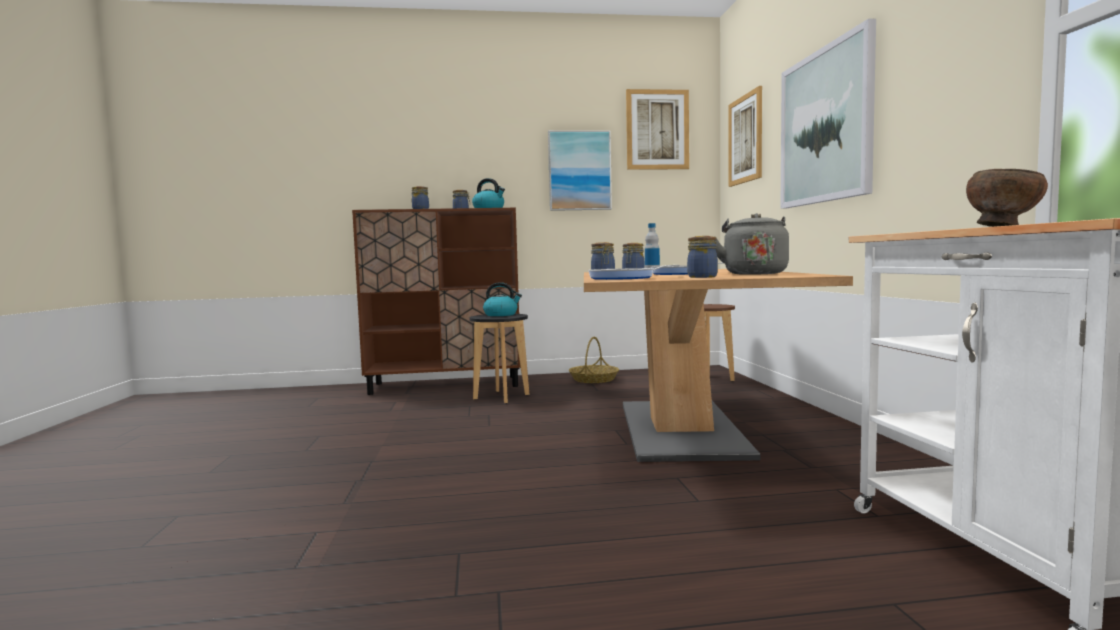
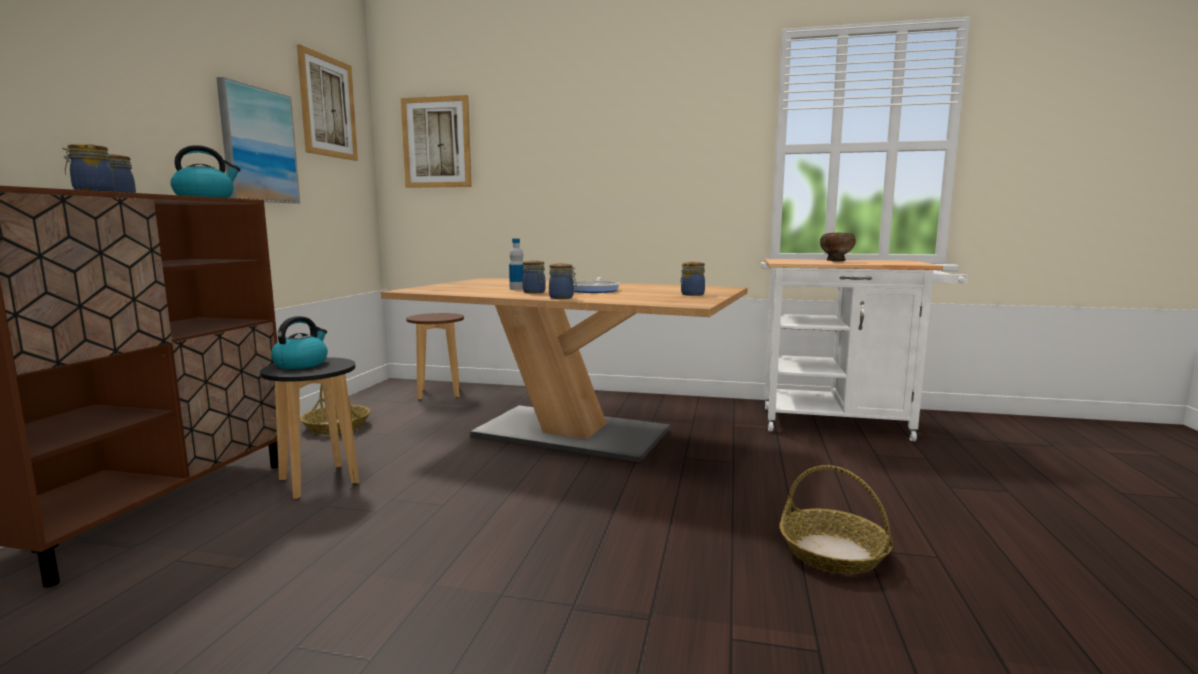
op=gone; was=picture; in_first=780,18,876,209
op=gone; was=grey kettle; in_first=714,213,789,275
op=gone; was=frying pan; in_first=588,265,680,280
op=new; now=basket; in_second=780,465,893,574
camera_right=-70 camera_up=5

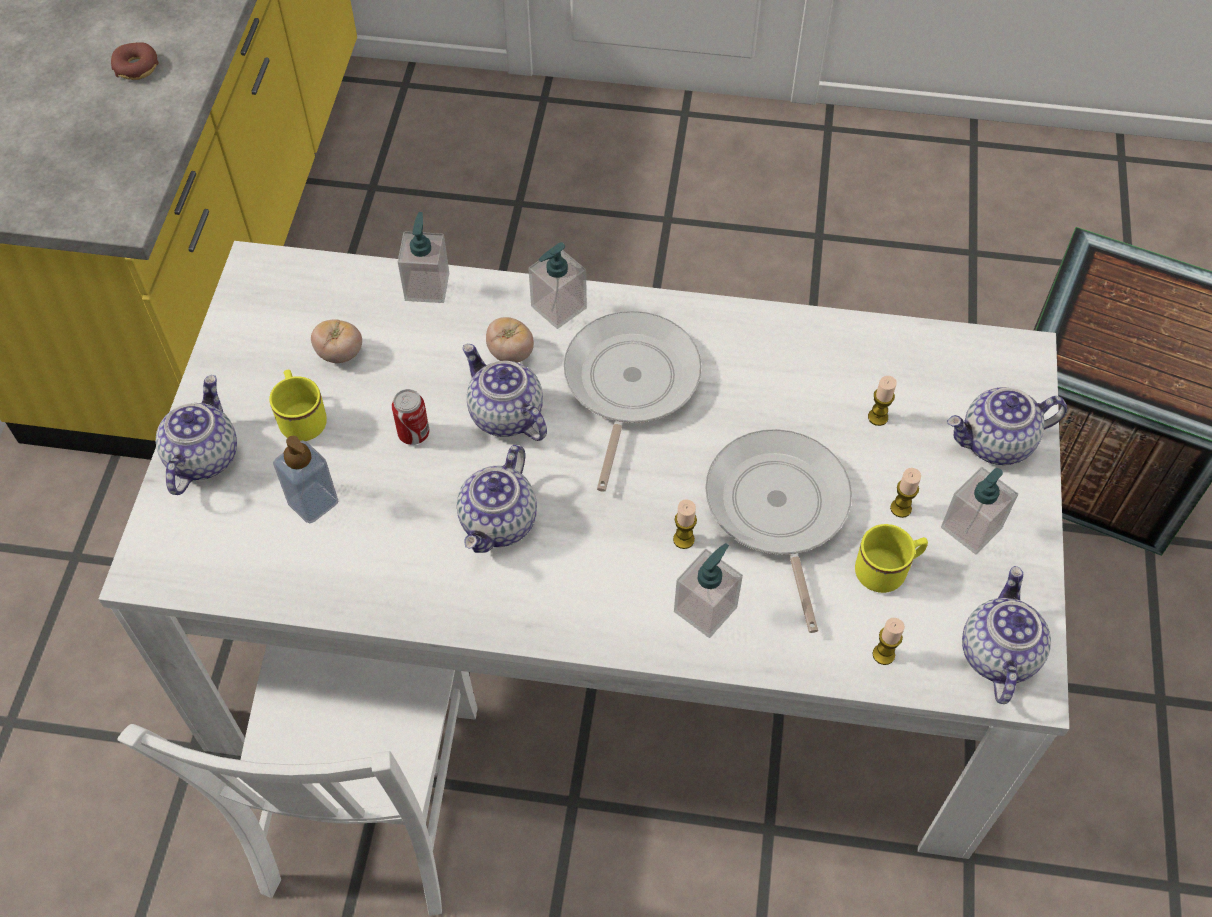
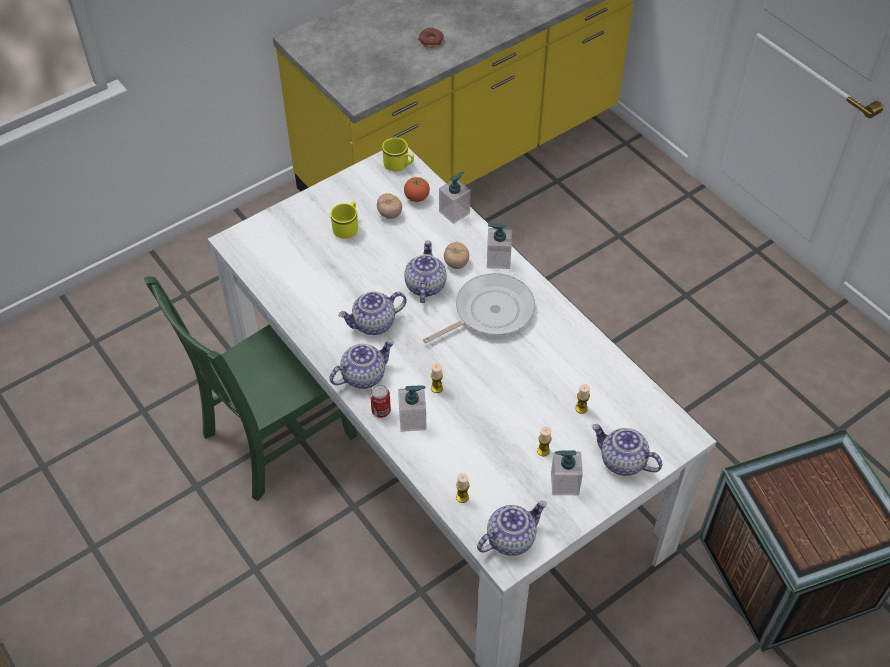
op=shifted; was=teapot; in_first=156,375,237,495; in_second=329,340,394,389
op=shifted; was=can; in_first=392,389,430,445; in_second=370,385,391,418
op=gone; was=frying pan; in_first=705,429,852,633
op=gone; was=soap dispenser; in_first=273,436,338,523
op=shifted; was=yellow mug; in_first=855,524,928,593; in_second=382,138,414,171
op=repainted; was=white chair; now=green chair; in_first=118,645,478,916; in_second=144,276,357,501
op=new; now=tomato; in_second=404,177,430,202
camera_right=45 camera_up=-5

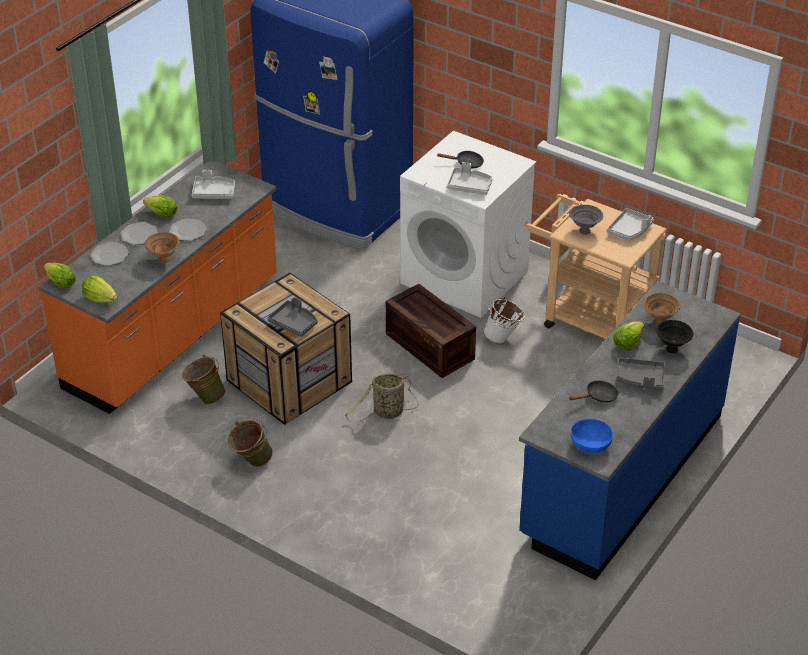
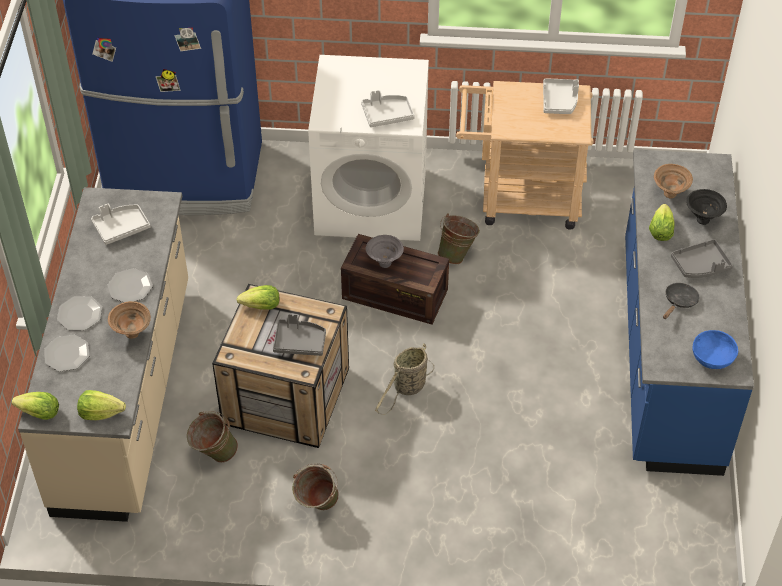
op=gone; was=black frying pan; in_first=437,151,484,168
op=repainted; was=orange counter; now=beige counter; in_first=39,159,277,414; in_second=18,187,188,522
op=shifted; was=lettuce; in_first=143,195,177,218; in_second=237,285,279,310
op=shifted; was=grey bowl; in_first=569,205,603,235; in_second=366,235,404,268
op=repainted; was=white bucket; now=green bucket; in_first=483,297,524,344; in_second=437,213,480,265
camera_right=-30 camera_up=10

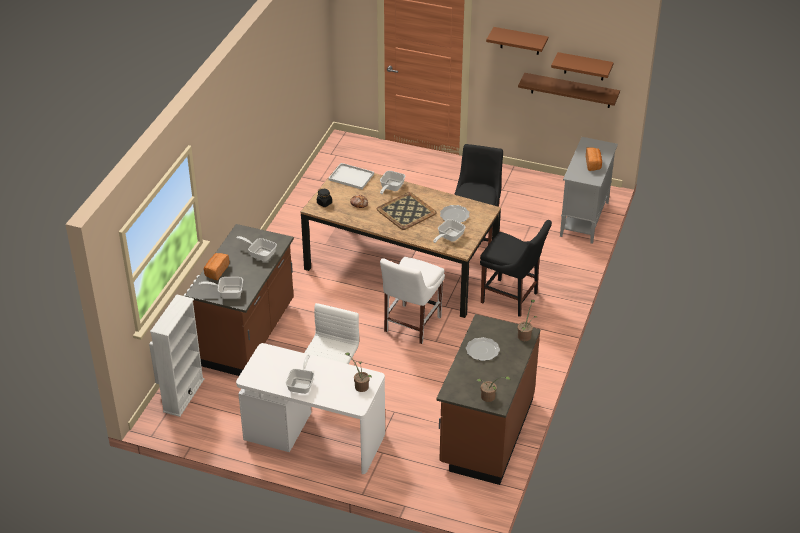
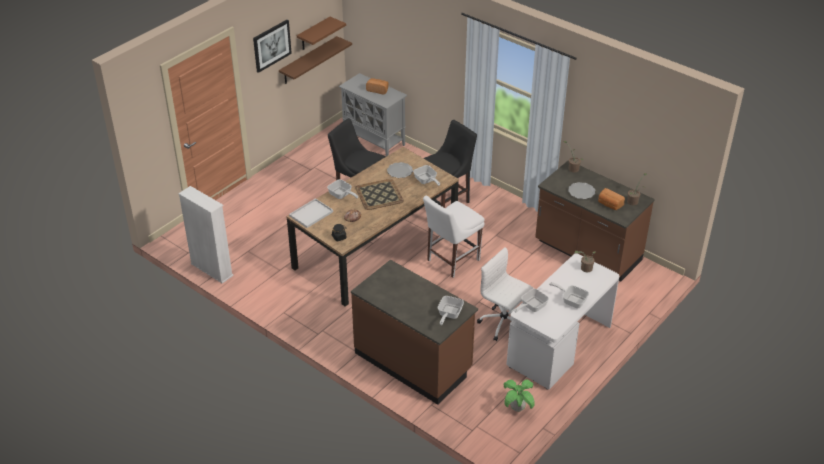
op=swapped; was=brown shelf; now=picture; in_first=486,27,548,55; in_second=253,20,292,73
op=shifted; was=frying pan; in_first=236,236,277,261; in_second=514,289,549,312
op=shifted; was=bread; in_first=204,253,229,280; in_second=598,188,625,210
op=rotated; was=white chair; in_first=380,257,445,344; in_second=423,196,485,278; clockwise=90
op=shifted; was=white bookcase; in_first=150,294,204,417; in_second=178,186,234,284
op=new; now=potted plant; in_second=504,380,535,412
camera_right=-70 camera_up=0

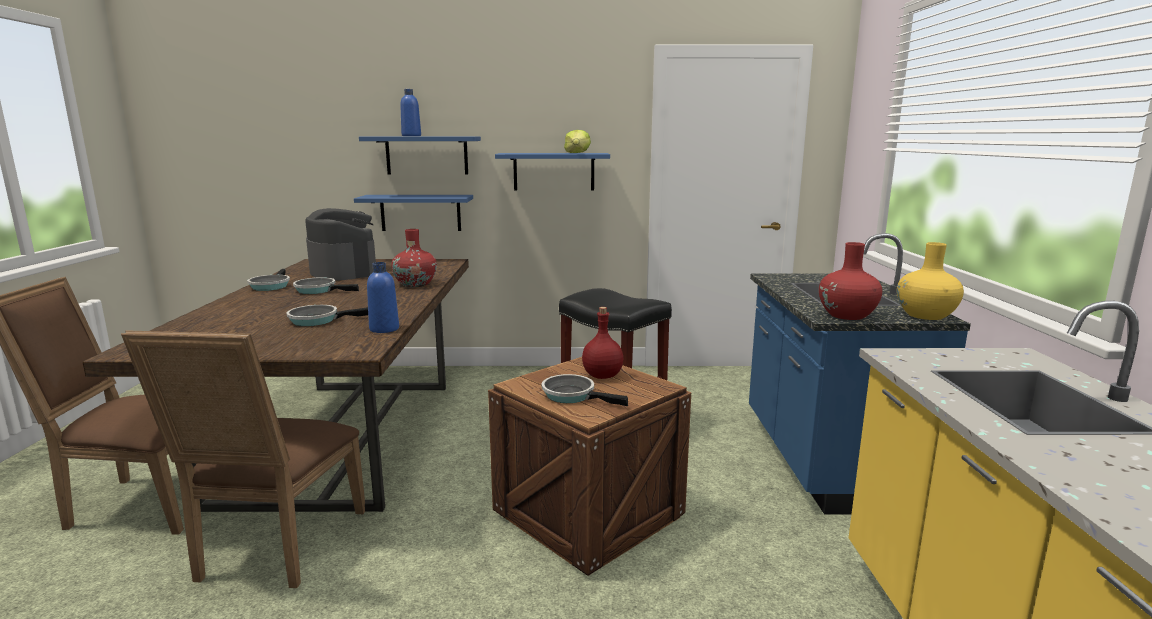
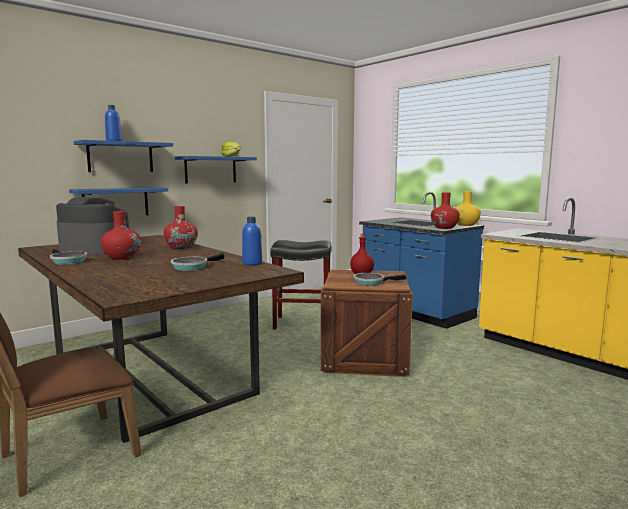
op=swapped; was=frying pan; now=red vase; in_first=293,277,359,294; in_second=101,211,141,260
op=gone; was=brown chair; in_first=121,330,365,588
camera_right=-40 camera_up=-5

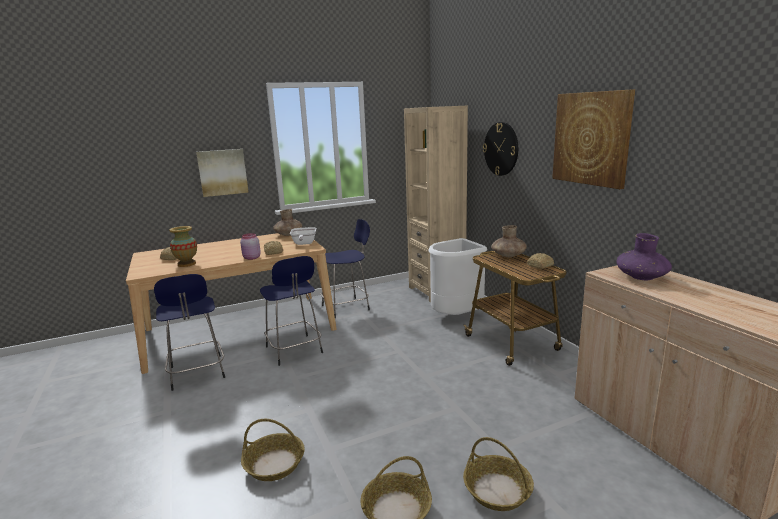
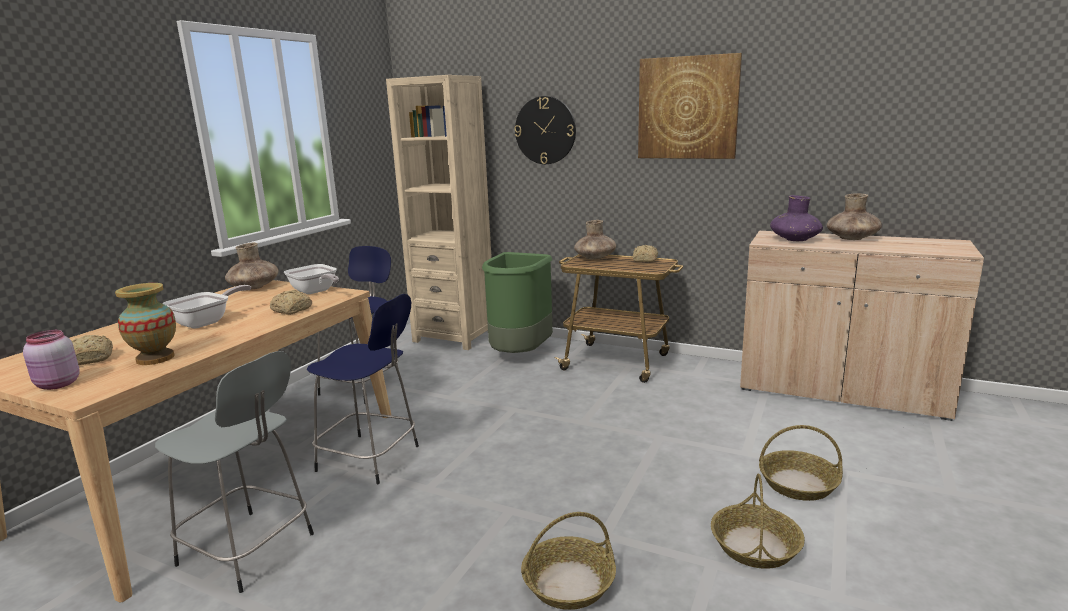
op=gone; was=picture; in_first=196,149,249,197
op=shifted; was=pink jar; in_first=240,233,261,260; in_second=23,330,80,390
op=repainted; was=white trash can; now=green trash can; in_first=428,238,487,315; in_second=482,252,553,353
op=repainted; was=blue stool; now=grey stool; in_first=154,274,225,391; in_second=155,351,314,593
op=new; now=brown vase; in_second=827,193,882,240
op=new; now=frying pan; in_second=162,285,251,329
camera_right=-40 camera_up=0

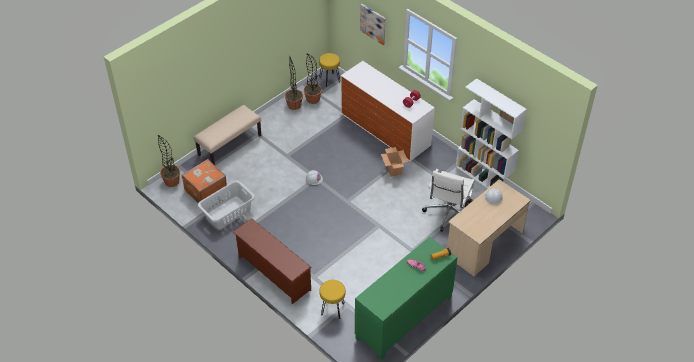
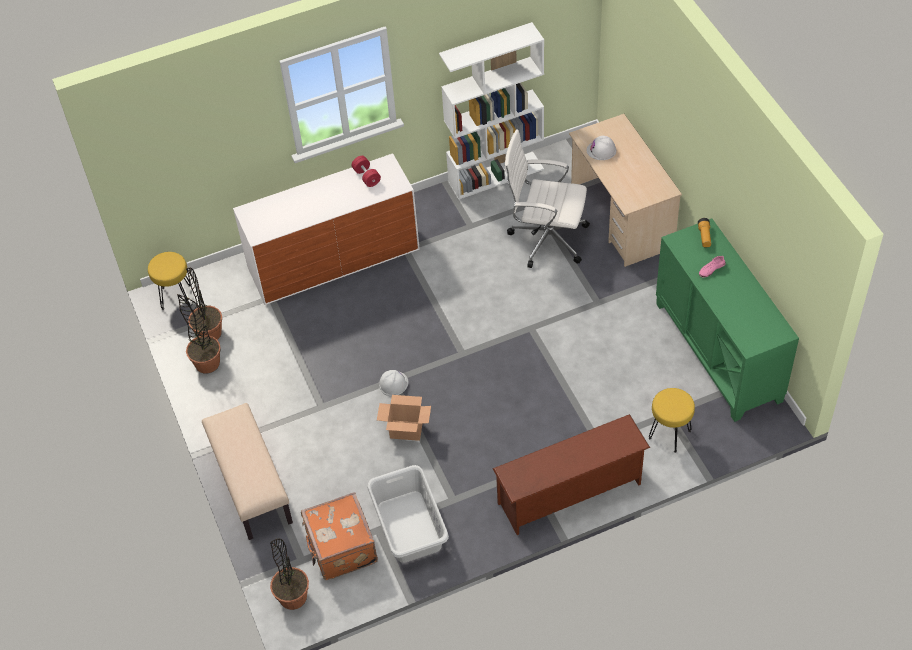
op=gone; was=picture; in_first=360,4,386,45
op=shifted; was=cardboard box; in_first=381,147,408,177; in_second=377,395,431,441
op=rotated; was=white office chair; in_first=422,169,475,231; in_second=504,129,590,268; clockwise=150
camera_right=-65 camera_up=5

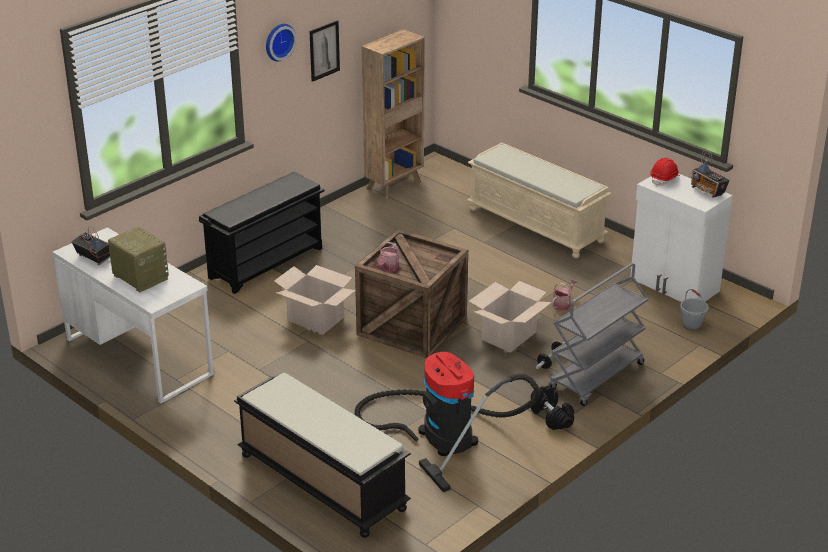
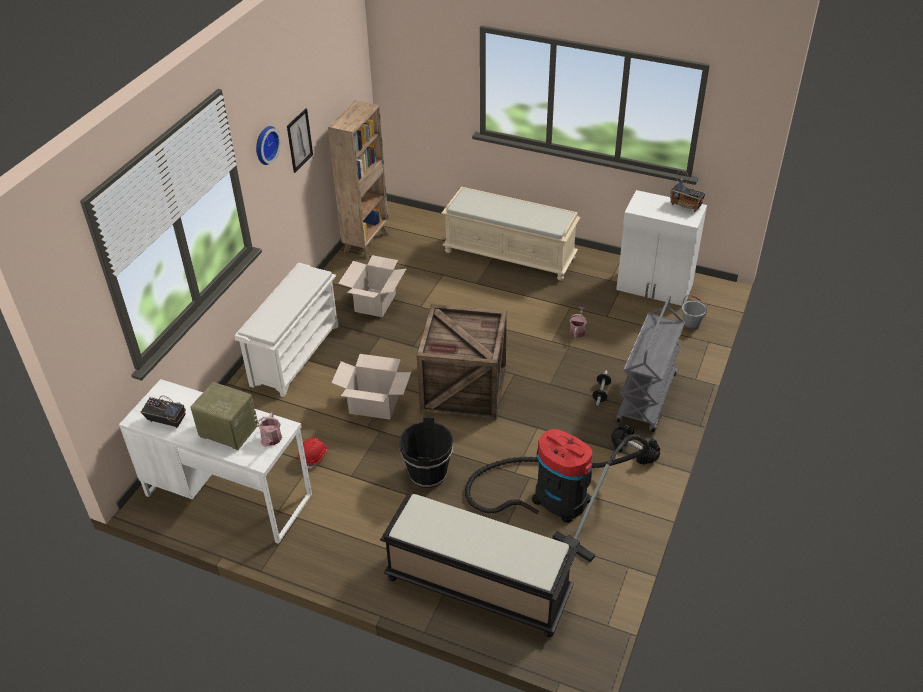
op=shifted; was=red hard hat; in_first=650,158,680,186; in_second=298,438,328,469
op=repainted; was=black shoe rack; now=white shoe rack; in_first=199,172,325,294; in_second=235,263,338,397
op=shifted; was=watering can; in_first=377,242,400,271; in_second=257,412,282,447
op=shifted; was=cardboard box; in_first=469,281,552,352; in_second=338,255,406,317
op=new; now=black bucket; in_second=399,417,453,488
camera_right=-20 camera_up=10

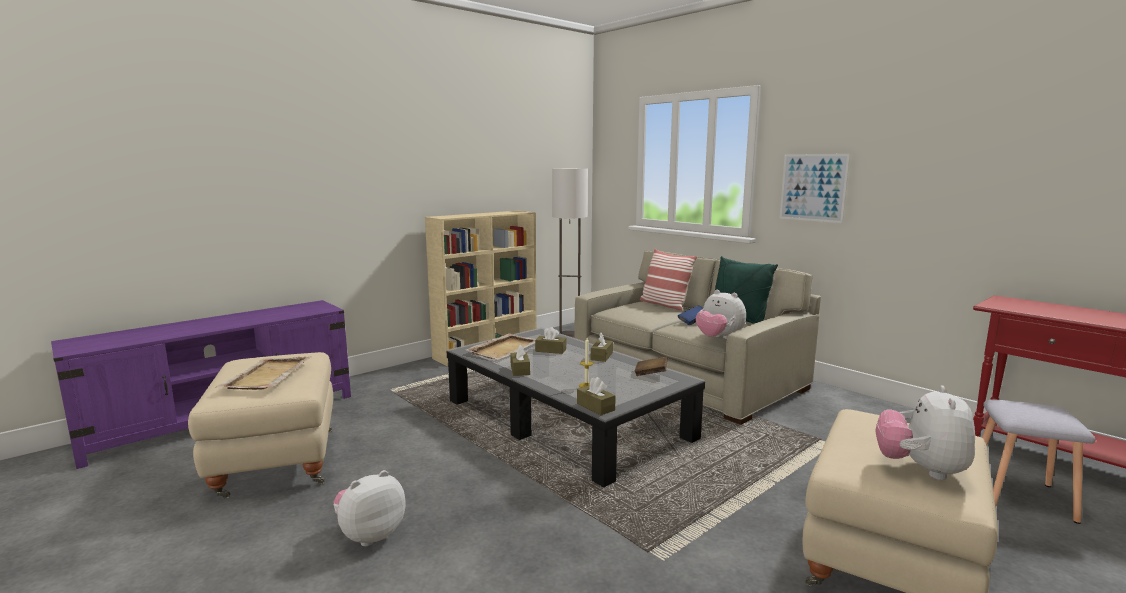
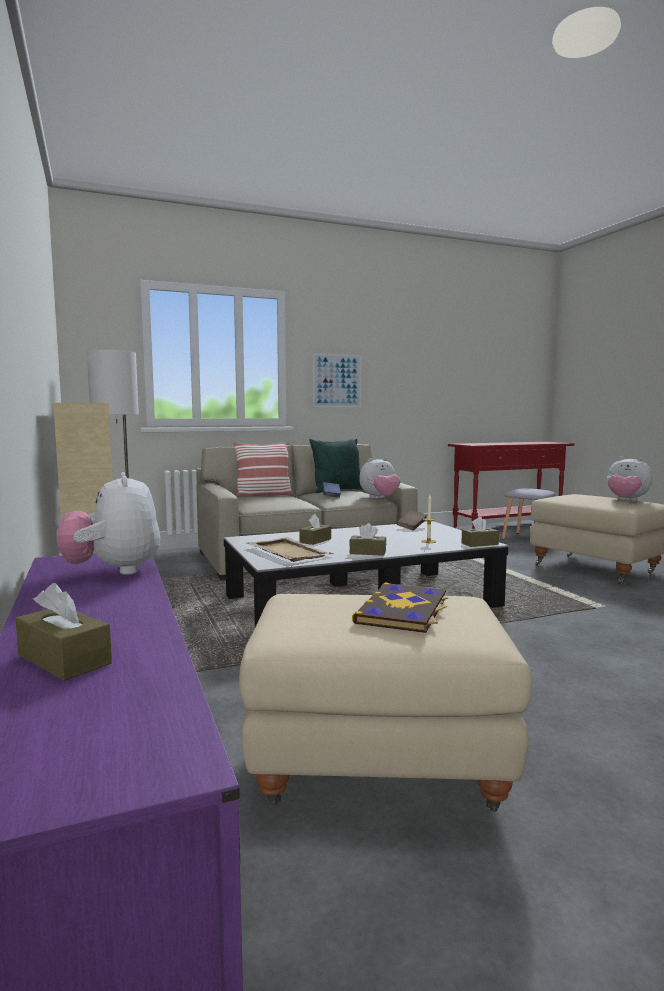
op=shifted; was=brown tissue box; in_first=591,333,613,362; in_second=15,583,112,681
op=swapped; was=beige tray; now=book; in_first=216,356,311,390; in_second=352,583,448,633
op=shifted; was=plush toy; in_first=333,470,406,546; in_second=56,472,160,575
camera_right=-70 camera_up=-5

